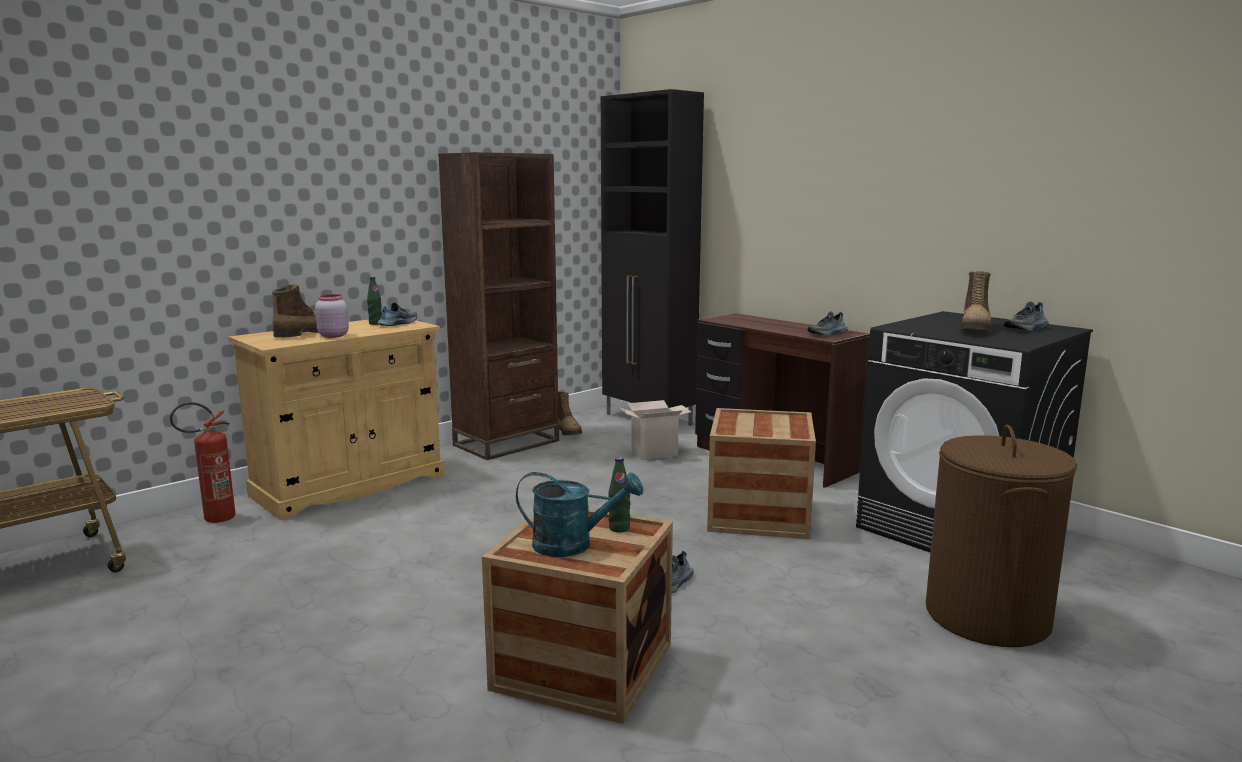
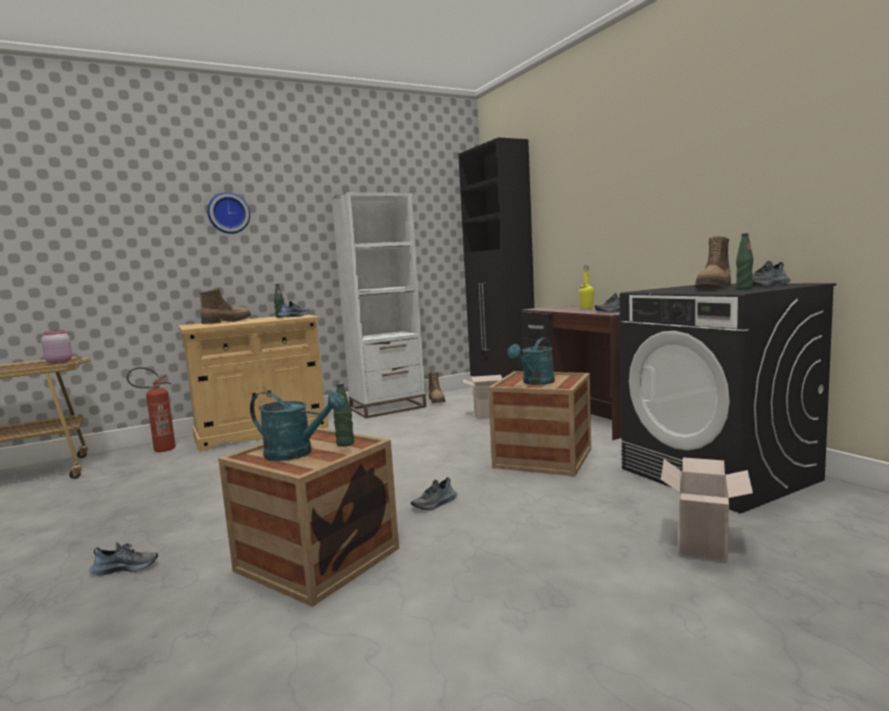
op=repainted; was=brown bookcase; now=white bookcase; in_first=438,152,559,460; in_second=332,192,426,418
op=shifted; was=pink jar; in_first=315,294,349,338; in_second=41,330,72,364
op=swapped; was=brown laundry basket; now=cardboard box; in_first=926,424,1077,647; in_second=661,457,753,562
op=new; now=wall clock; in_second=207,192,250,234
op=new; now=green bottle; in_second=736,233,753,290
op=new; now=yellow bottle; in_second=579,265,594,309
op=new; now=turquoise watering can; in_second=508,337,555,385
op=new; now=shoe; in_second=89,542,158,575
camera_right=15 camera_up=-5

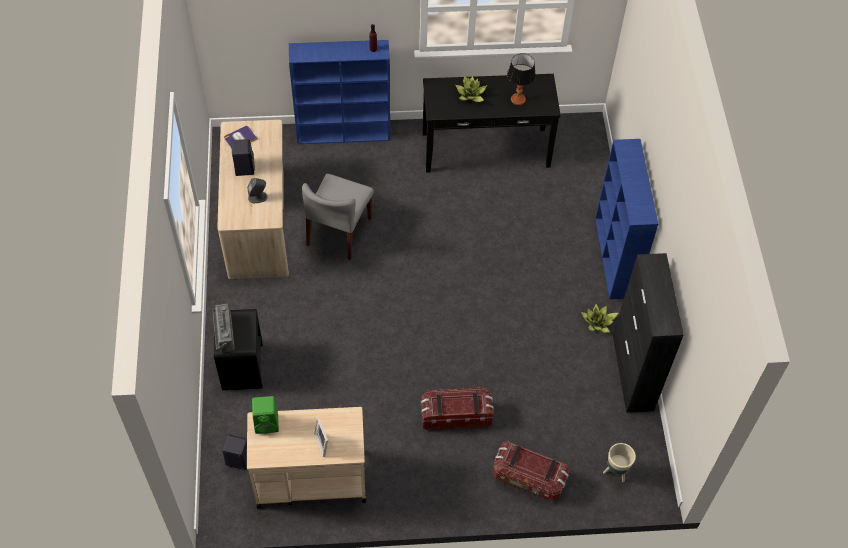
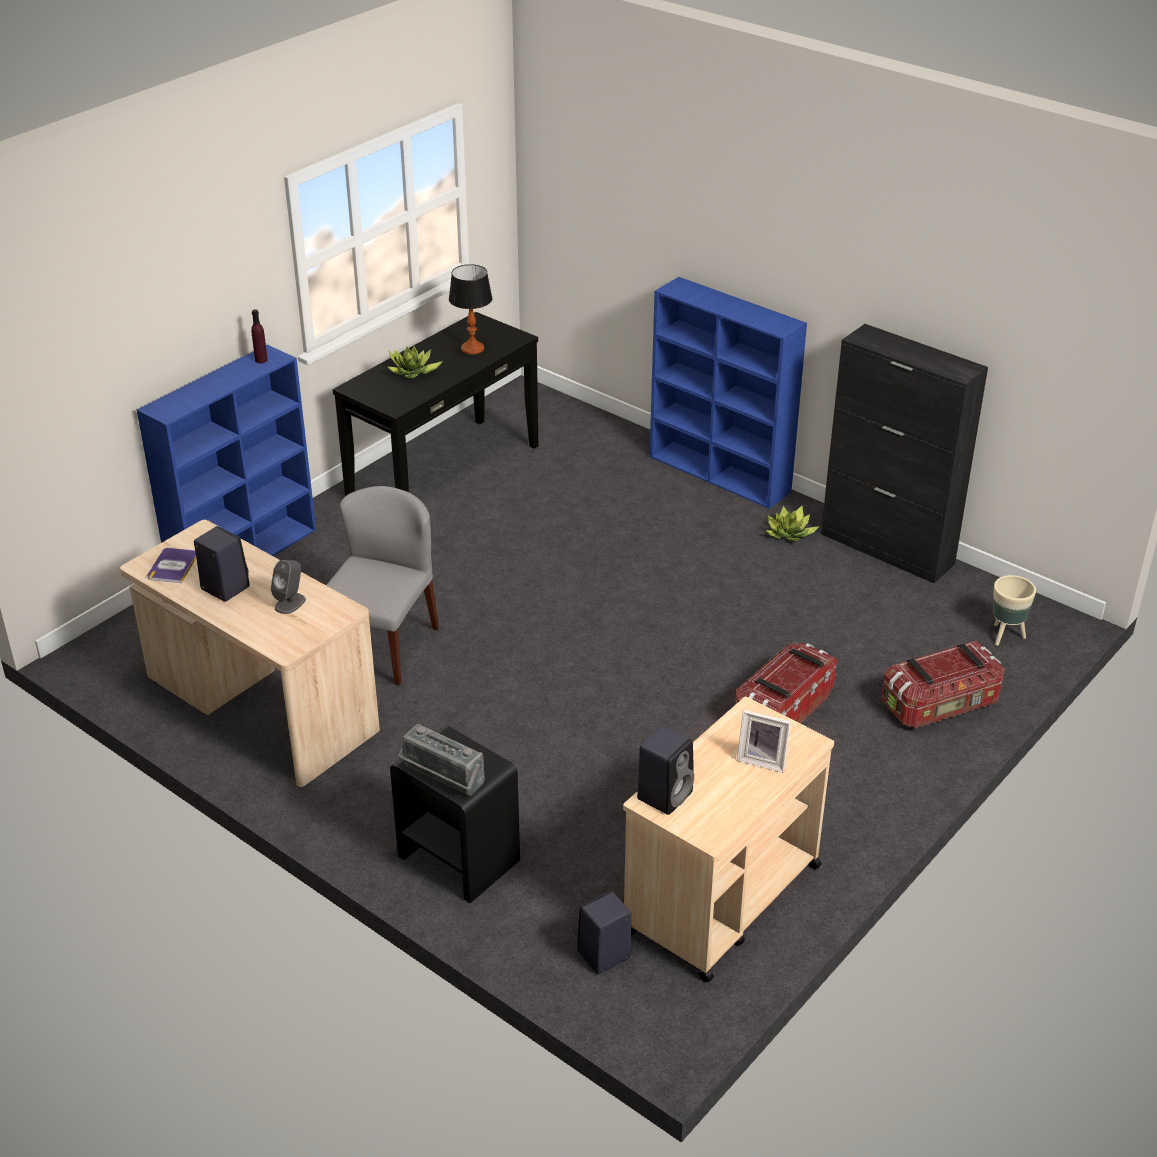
op=rotated; was=grey chair; in_first=302,174,374,260; in_second=326,486,439,685; clockwise=-135
op=repainted; was=green speaker; now=black speaker; in_first=252,396,279,434; in_second=637,725,694,815
camera_right=-45 camera_up=-20

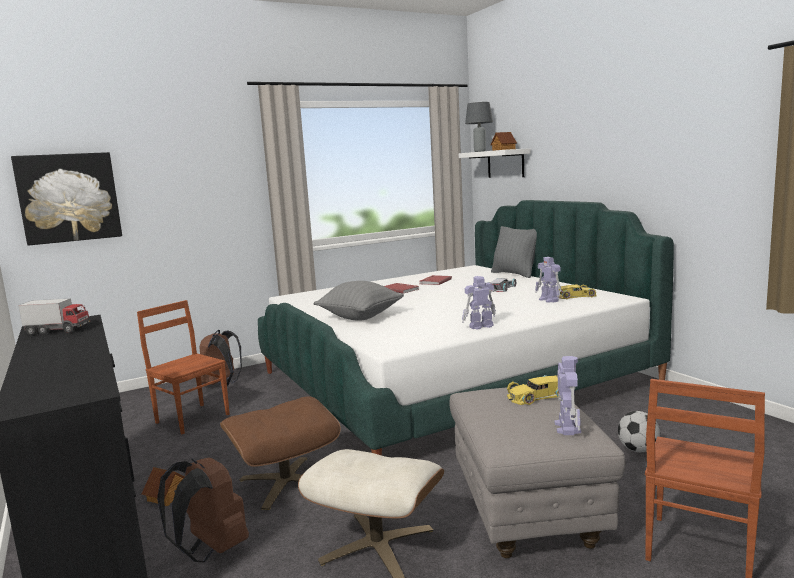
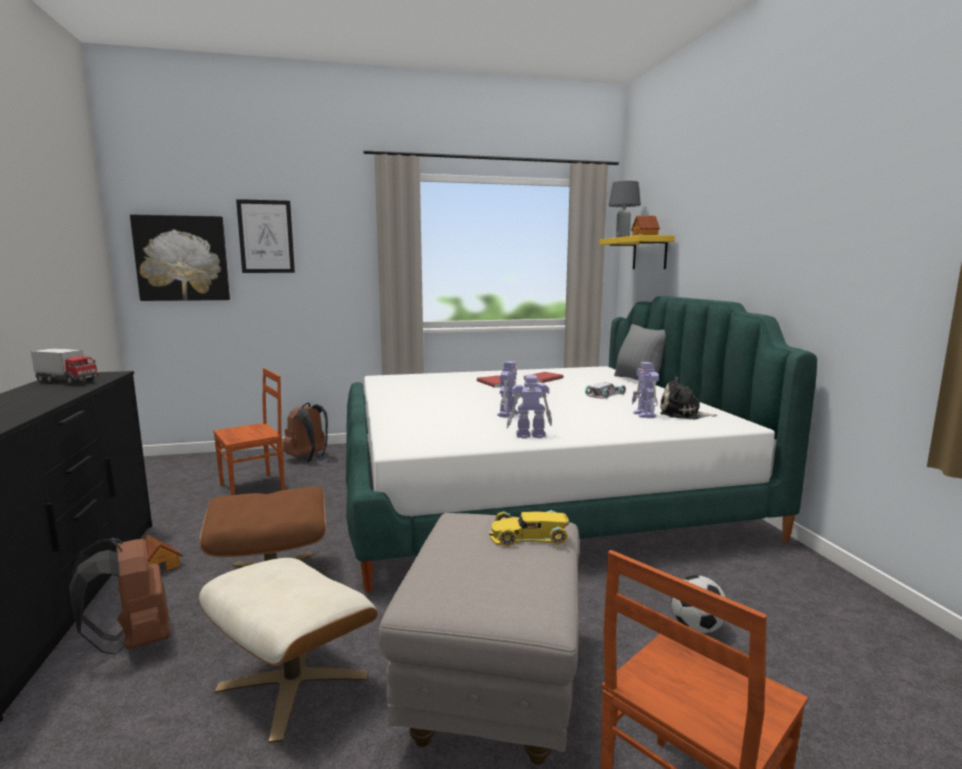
op=repainted; was=white shelf; now=yellow shelf; in_first=459,148,531,178; in_second=599,235,675,269
op=gone; was=grey pillow; in_first=314,281,404,321
op=swapped; was=yellow toy car; now=plush toy; in_first=557,284,597,299; in_second=660,376,717,420
op=rotated; was=brown chair; in_first=137,300,230,434; in_second=213,368,285,495; clockwise=90
op=shifted; was=toy robot; in_first=555,356,581,435; in_second=497,361,519,418
op=new; now=picture; in_second=236,199,295,273
camera_right=15 camera_up=0

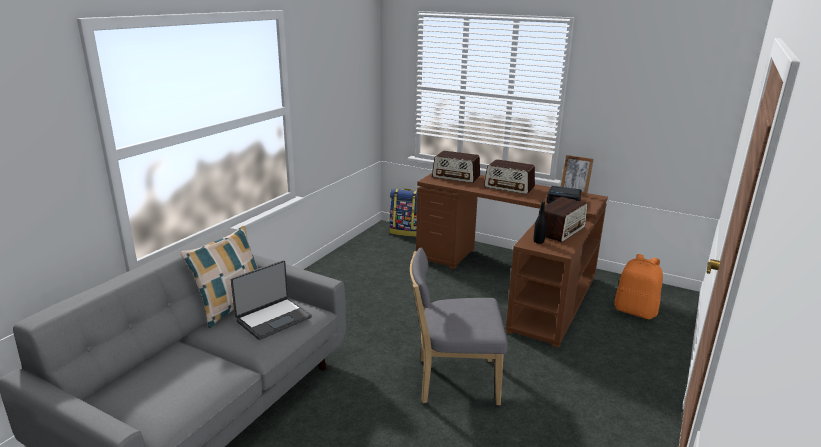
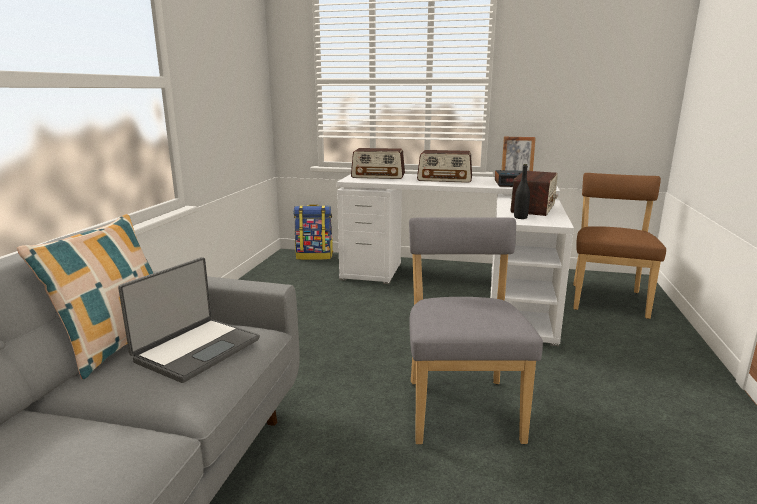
op=repainted; was=brown desk; now=white desk; in_first=416,173,608,348; in_second=337,174,574,346
op=rotated; was=grey chair; in_first=410,248,508,405; in_second=409,217,543,444; clockwise=105
op=swapped; was=orange backpack; now=brown chair; in_first=614,254,663,319; in_second=573,173,666,319
camera_right=-15 camera_up=-5

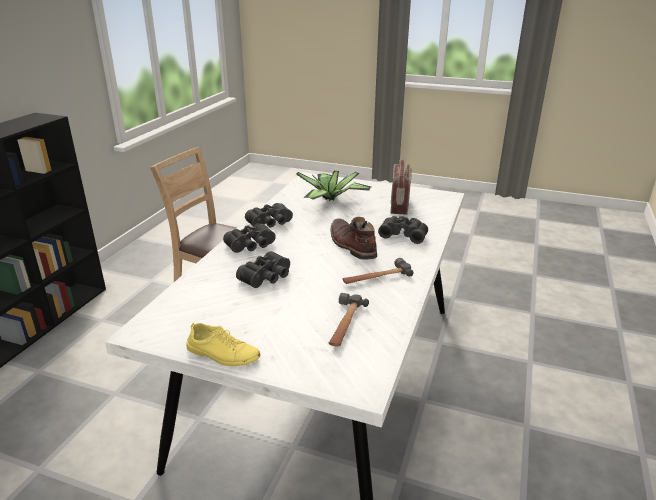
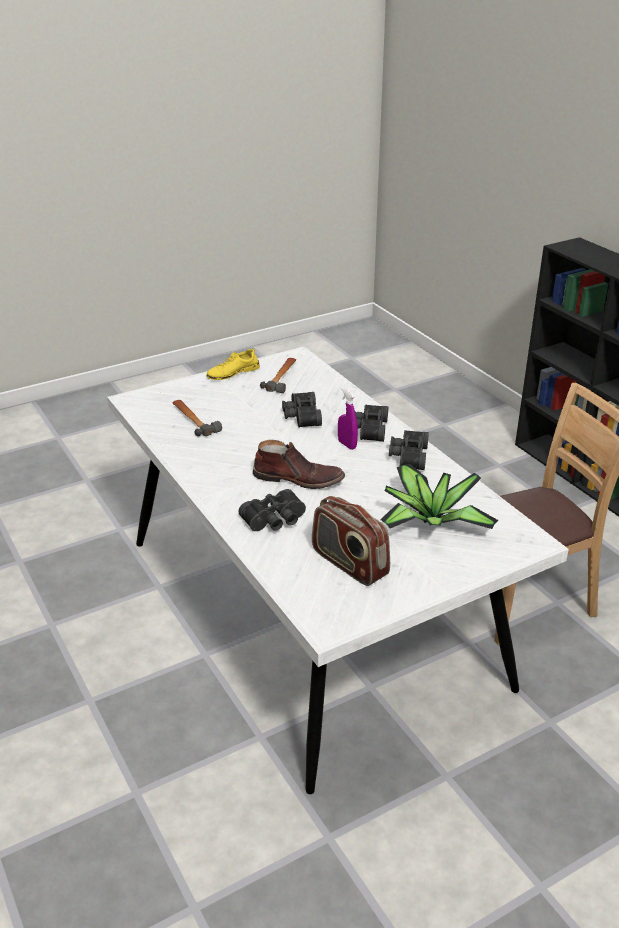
op=shifted; was=hammer; in_first=343,258,413,284; in_second=260,358,296,393
op=new; now=purple spray bottle; in_second=338,387,358,450
camera_right=130 camera_up=5

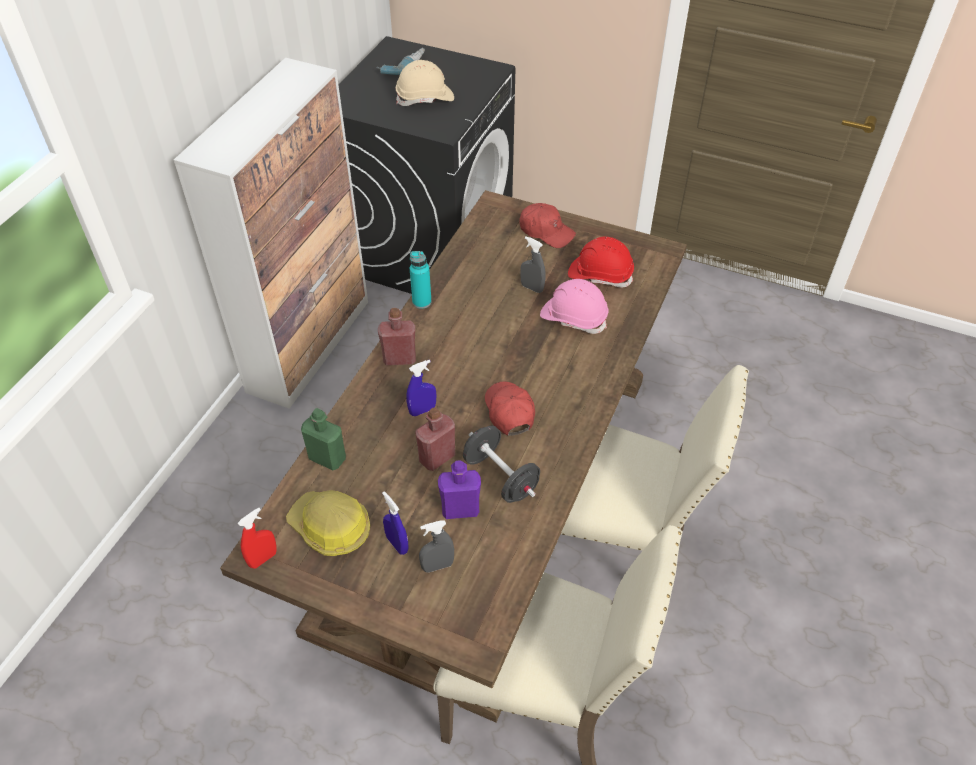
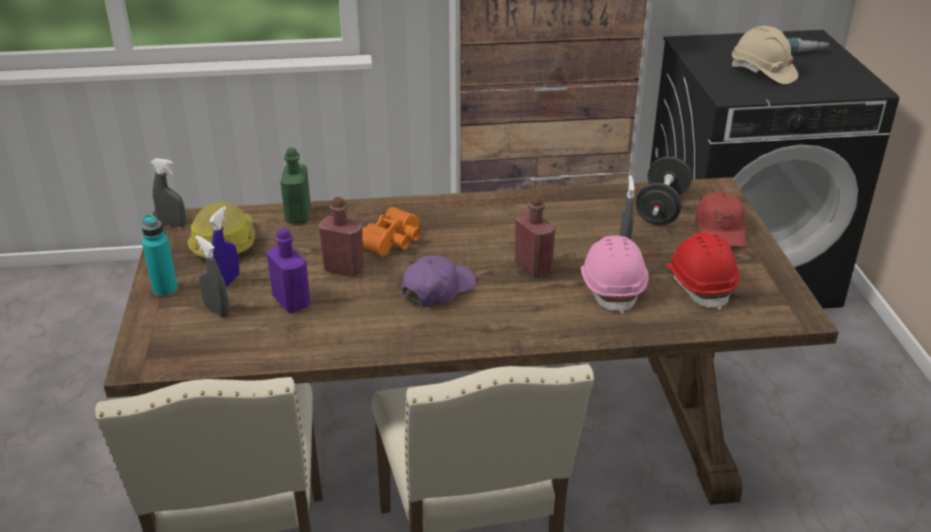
op=shifted; was=turquoise bottle; in_first=410,251,432,309; in_second=141,214,178,297
op=shifted; was=red bottle; in_first=378,308,416,365; in_second=515,195,555,277
op=swapped; was=blue spray bottle; now=orange binoculars; in_first=406,360,436,416; in_second=362,207,421,257
op=repainted; was=red cap; now=purple cap; in_first=485,381,535,436; in_second=402,255,476,307
op=shifted; was=black dumbbell; in_first=463,426,540,503; in_second=635,156,692,225
op=repainted; was=red spray bottle; now=grey spray bottle; in_first=238,508,277,569; in_second=151,158,186,227
camera_right=60 camera_up=-15

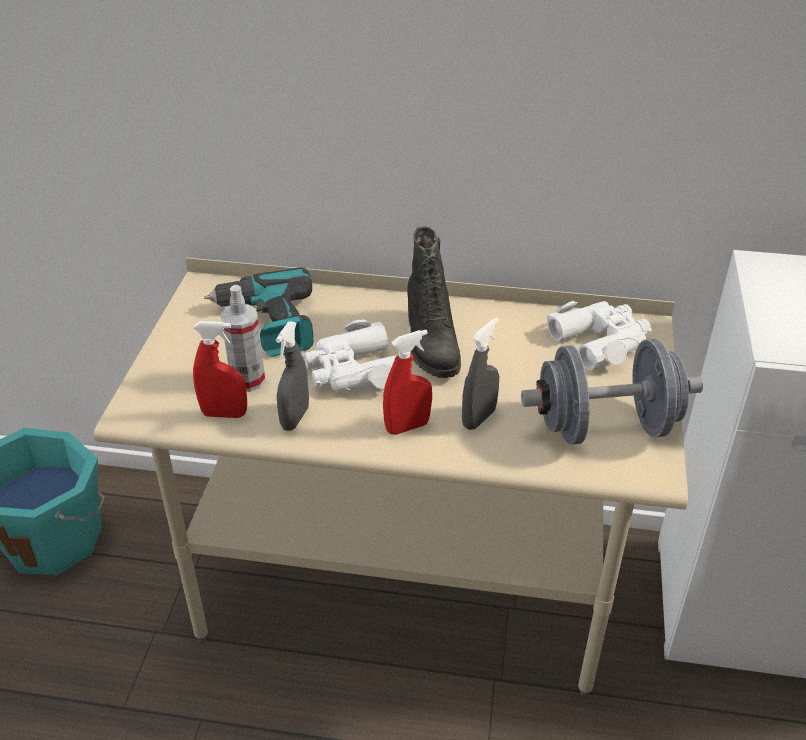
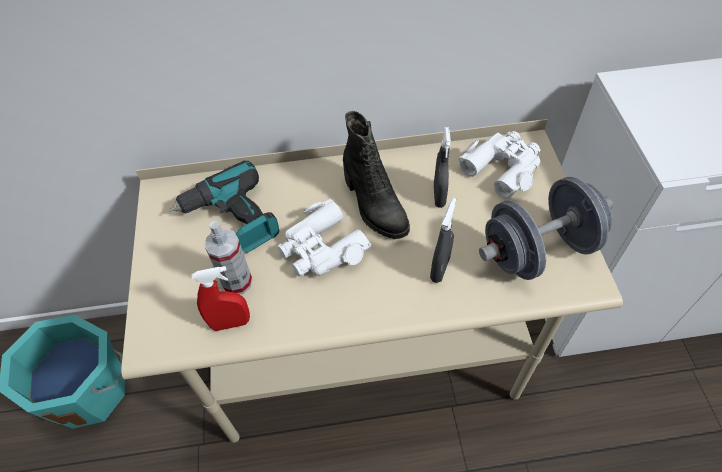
op=shifted; was=grey spray bottle; in_first=276,321,309,431; in_second=434,127,451,208
op=gone; was=red spray bottle; in_first=383,330,432,435
camera_right=-15 camera_up=15

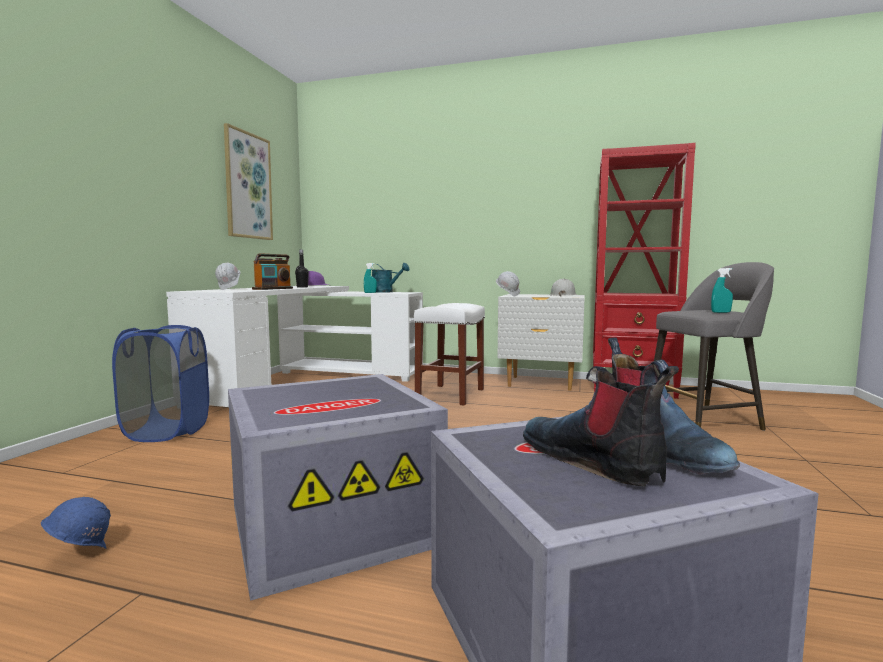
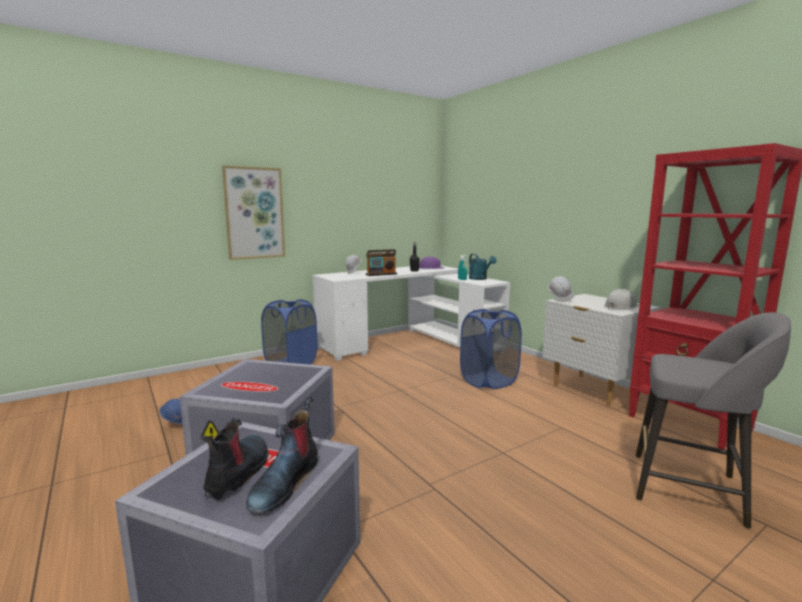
op=shifted; was=picture; in_first=224,123,273,240; in_second=222,165,285,260
op=gone; was=turquoise spray bottle; in_first=711,268,733,313
op=swapped; was=white stool; now=blue laundry basket; in_first=414,303,485,406; in_second=460,309,522,389
camera_right=40 camera_up=5

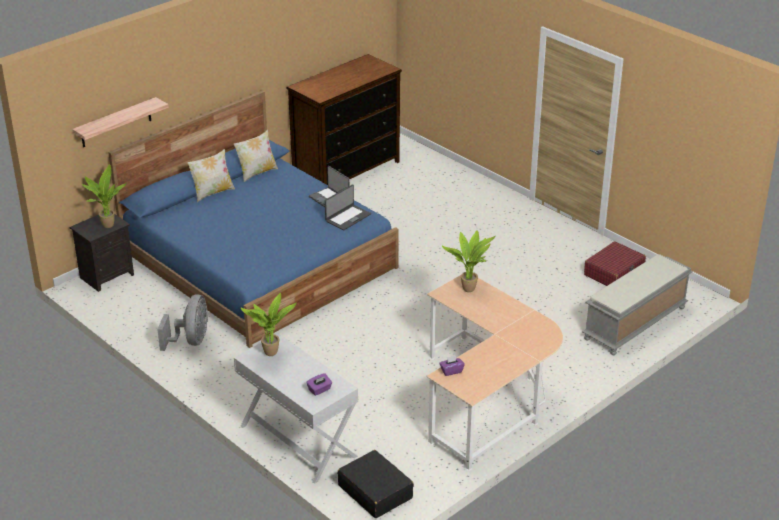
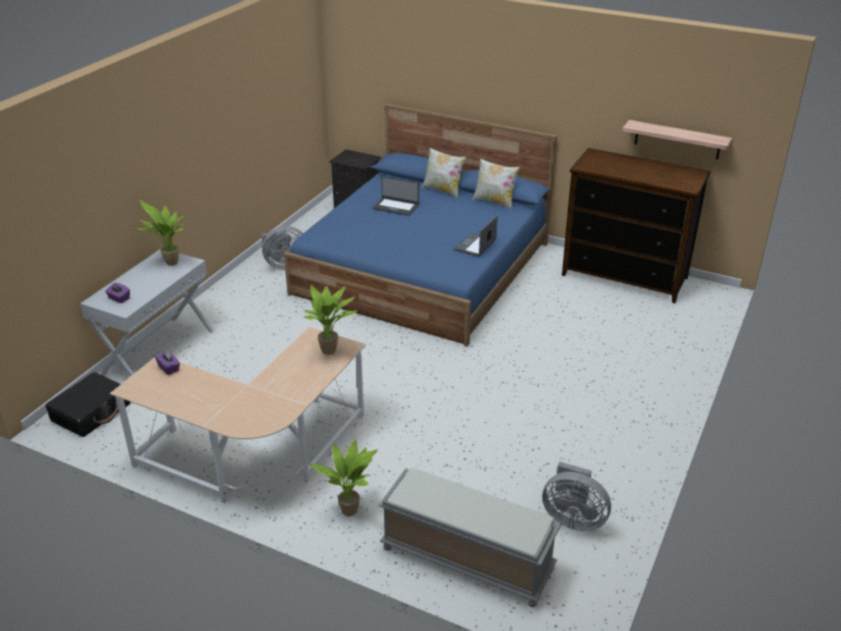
op=shifted; was=shelf; in_first=72,97,169,147; in_second=622,120,732,160
op=shifted; was=potted plant; in_first=82,164,127,228; in_second=310,439,378,516
op=shifted; was=laptop; in_first=325,184,371,230; in_second=373,176,419,216
op=swapped; was=red suitcase; now=grey fan; in_first=584,241,646,286; in_second=543,462,611,531
camera_right=70 camera_up=0

